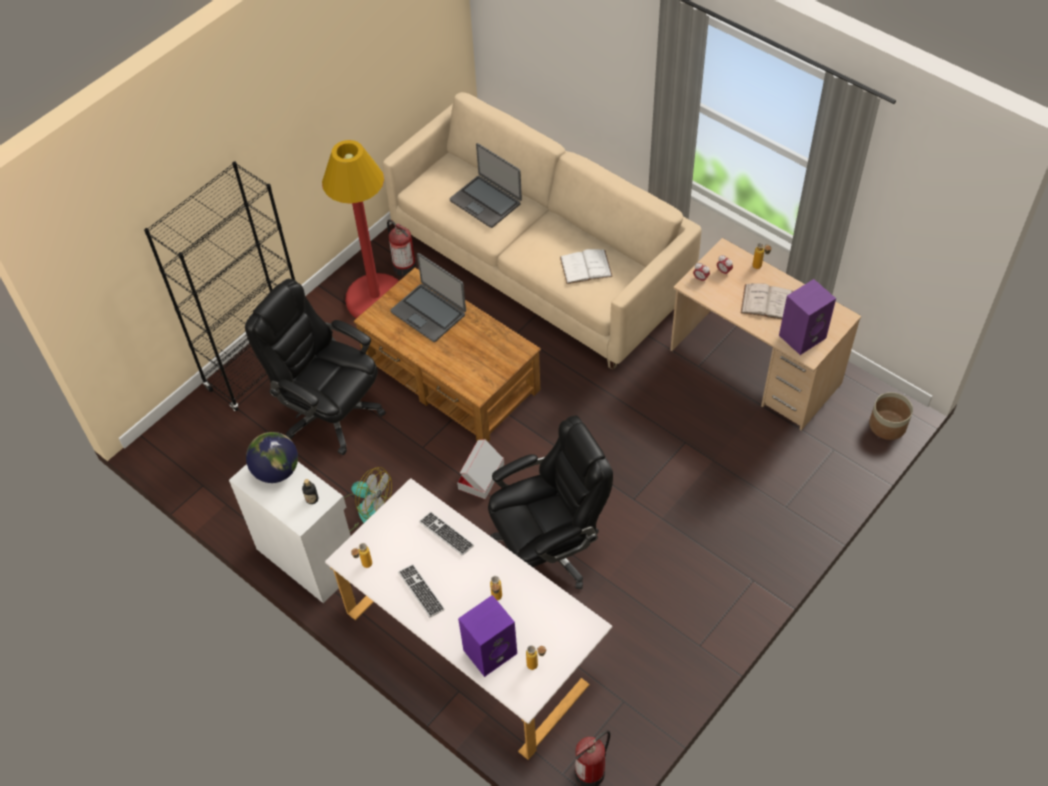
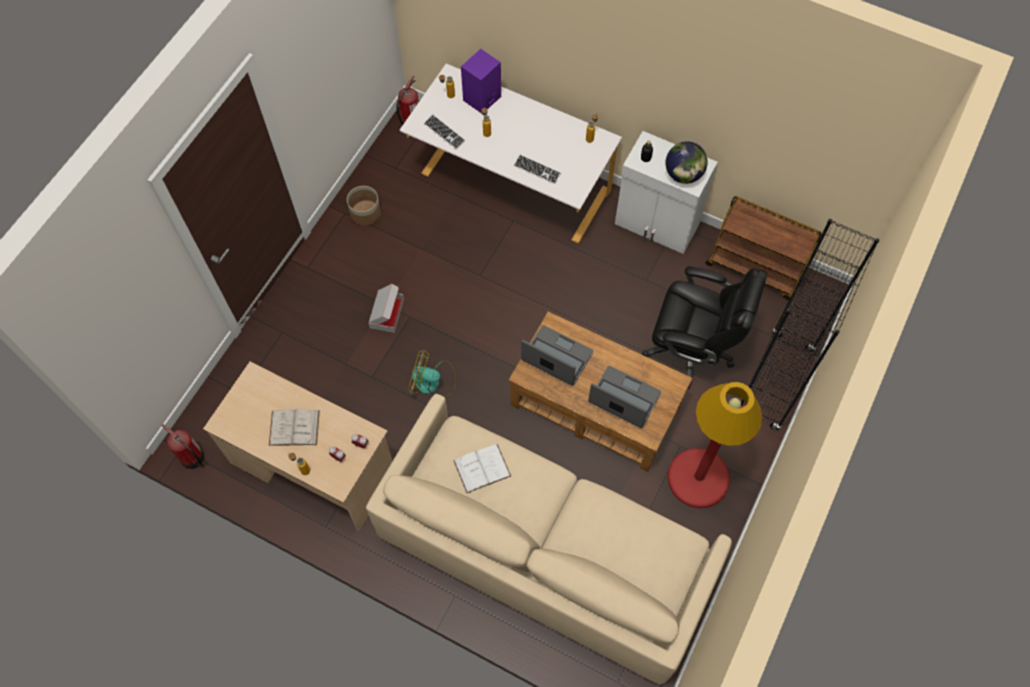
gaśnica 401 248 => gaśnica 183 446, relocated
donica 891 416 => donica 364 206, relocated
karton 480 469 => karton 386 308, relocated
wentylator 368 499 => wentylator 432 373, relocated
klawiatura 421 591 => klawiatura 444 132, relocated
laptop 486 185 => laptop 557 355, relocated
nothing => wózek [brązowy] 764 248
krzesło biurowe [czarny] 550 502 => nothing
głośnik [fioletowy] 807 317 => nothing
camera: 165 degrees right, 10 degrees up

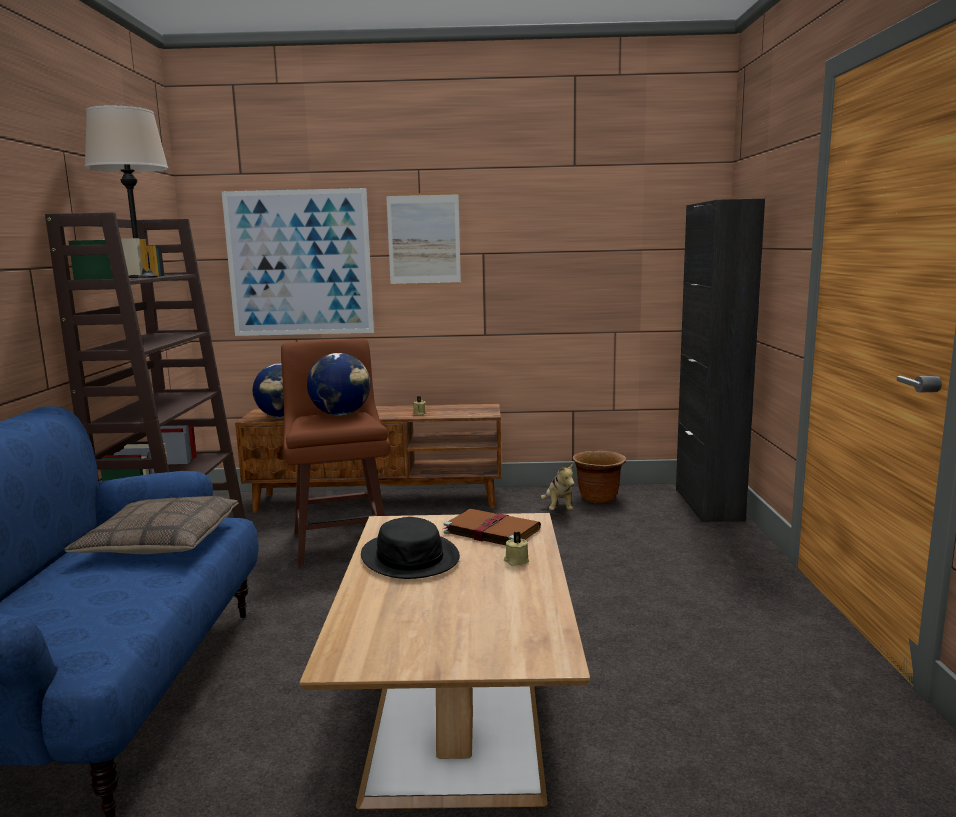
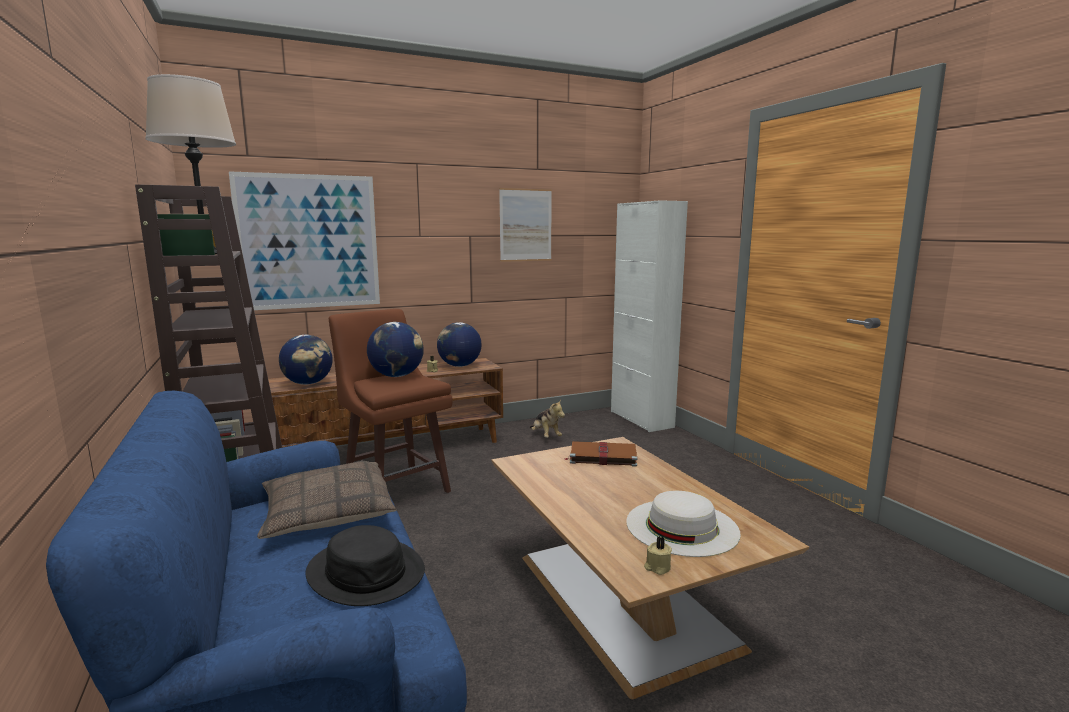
kapelusz [czarny] 410 548 => kapelusz [czarny] 365 565, relocated
nothing => globus 459 344
obraz 423 239 => obraz 525 225, relocated
szafka [czarny] 720 360 => szafka [biały] 649 316
nothing => kapelusz [biały] 683 524
świeca [beżowy] 516 548 => świeca [beżowy] 658 556, relocated
donica [brązowy] 599 477 => nothing
camera: 25 degrees left, 0 degrees up

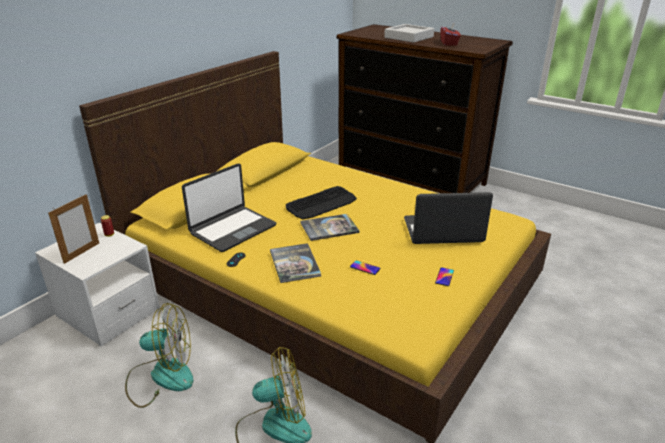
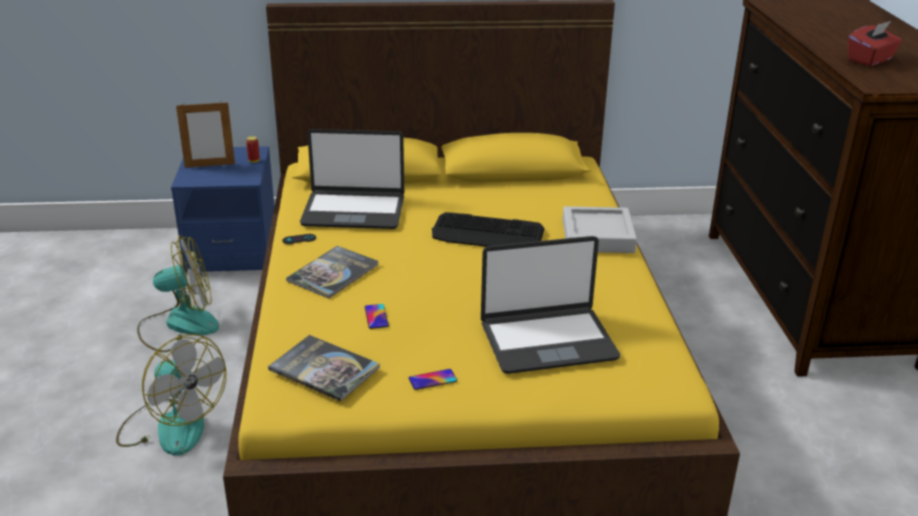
wentylator 159 355 => wentylator 178 293, 60 degrees counterclockwise
szafka nocna [biały] 97 285 => szafka nocna [niebieski] 223 209
książka 330 227 => książka 324 368, relocated
laptop 448 218 => laptop 550 305, 120 degrees clockwise
taca [szary] 409 33 => taca [szary] 600 229, relocated
camera: 50 degrees right, 0 degrees up

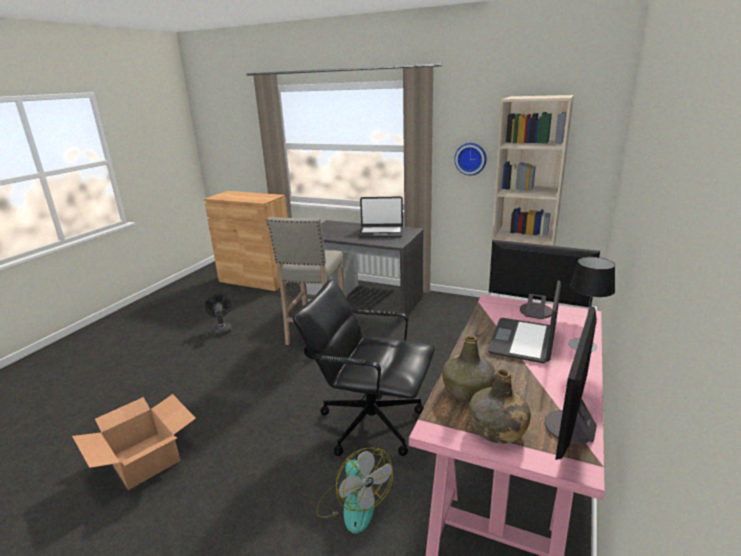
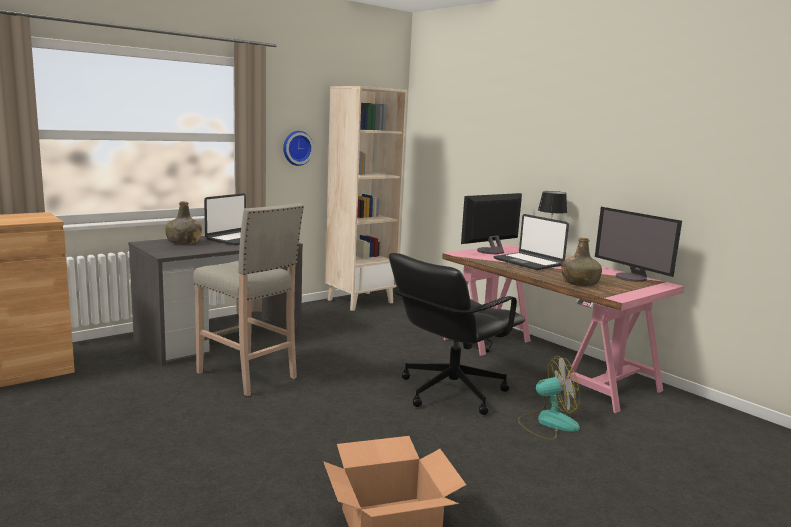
butelka [zielony] 500 406 => butelka [zielony] 183 223, relocated
wentylator [czarny] 218 315 => nothing
camera: 65 degrees left, 10 degrees down

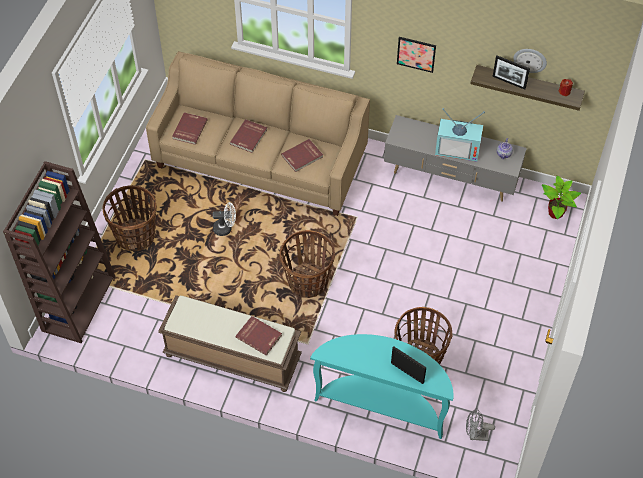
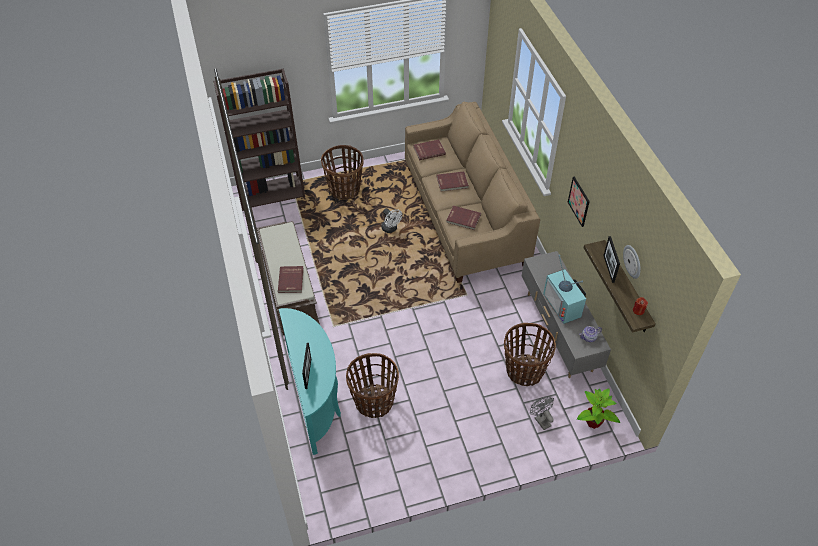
koszyk 307 264 => koszyk 530 354, relocated
wentylator [szary] 480 424 => wentylator [szary] 542 413, relocated
camera: 55 degrees right, 5 degrees down

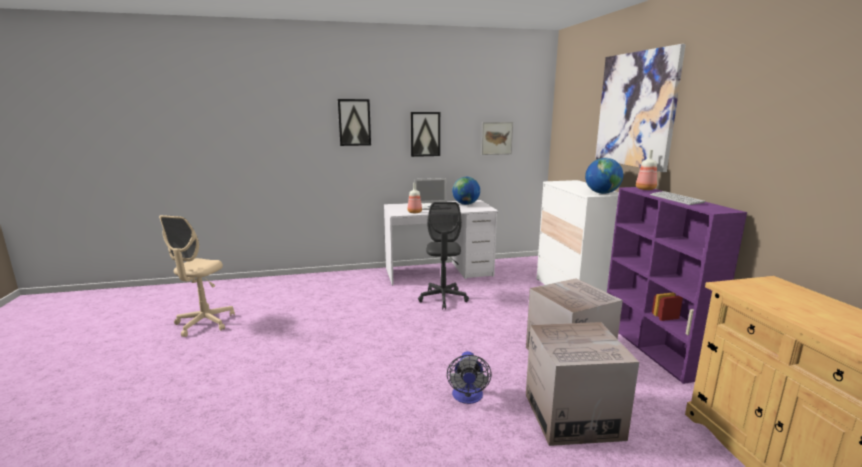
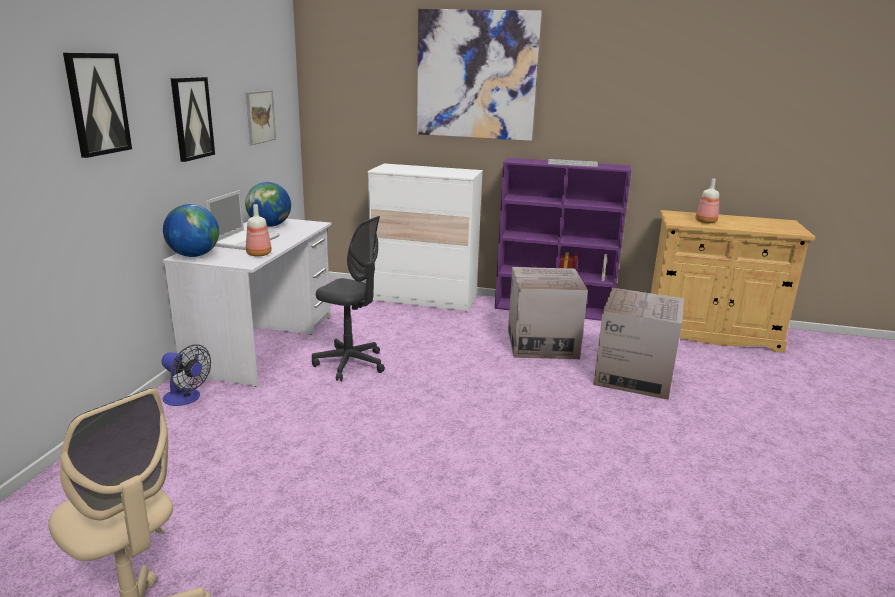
wentylator 469 377 => wentylator 186 375, relocated
globus 604 176 => globus 191 230, relocated
butelka 646 170 => butelka 707 200, relocated
camera: 65 degrees left, 5 degrees up

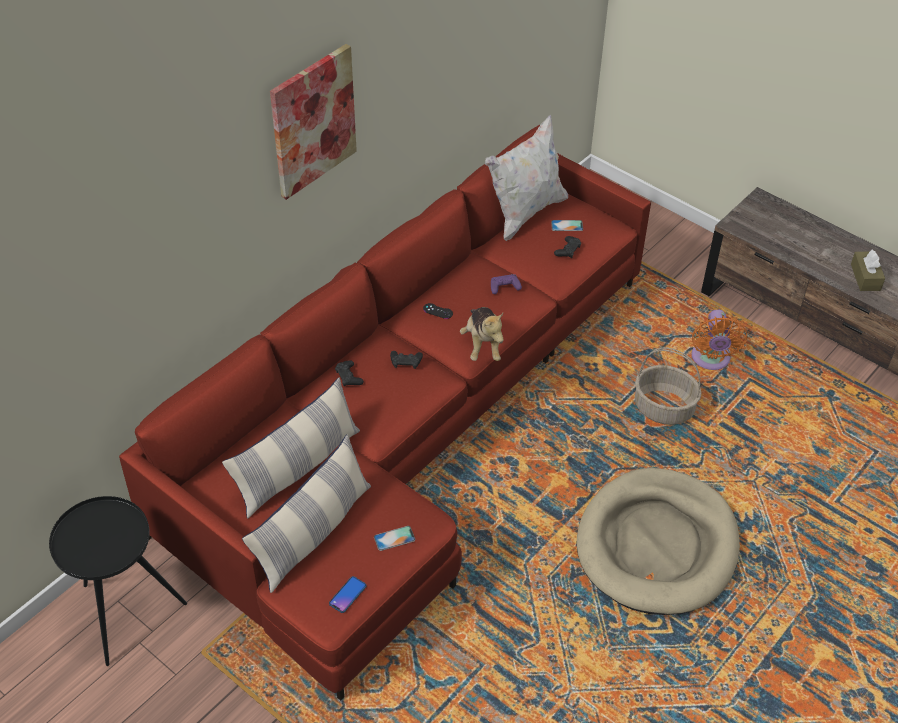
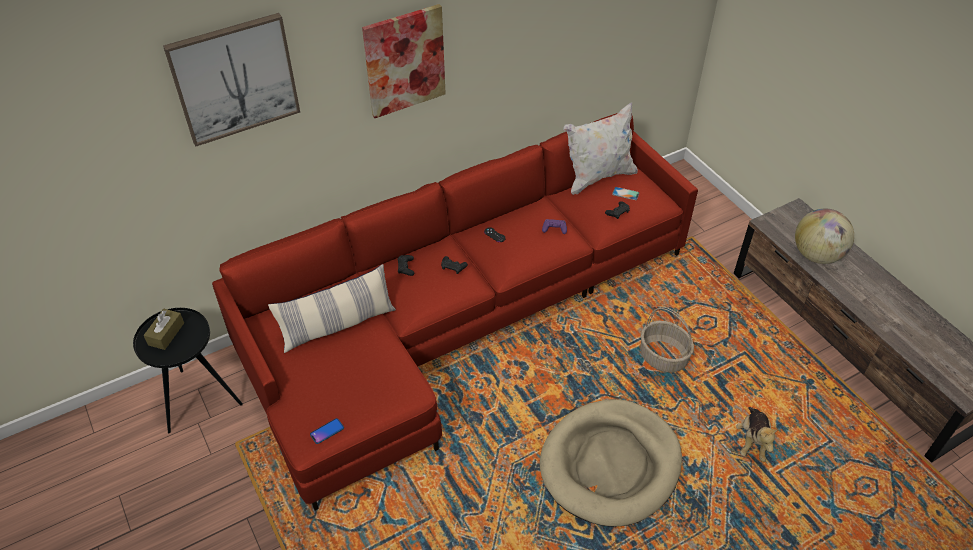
pudełko chusteczek [brązowy] 868 270 => pudełko chusteczek [brązowy] 164 329, relocated
nothing => obraz 231 79
pluszak 482 334 => pluszak 757 434, relocated
nothing => globus 824 236
poduszka 306 513 => nothing
telefon 394 538 => nothing
wentylator [pomarańczowy] 719 339 => nothing
camera: 20 degrees right, 0 degrees up

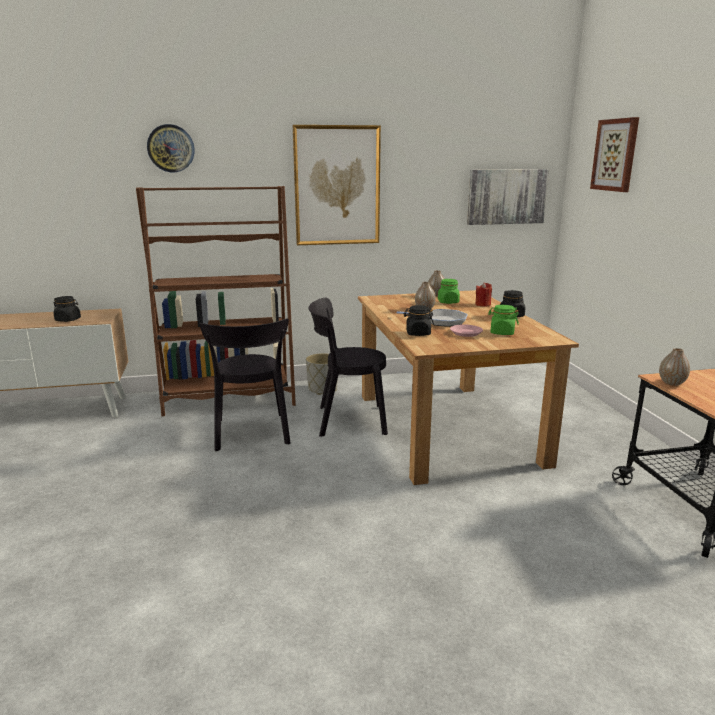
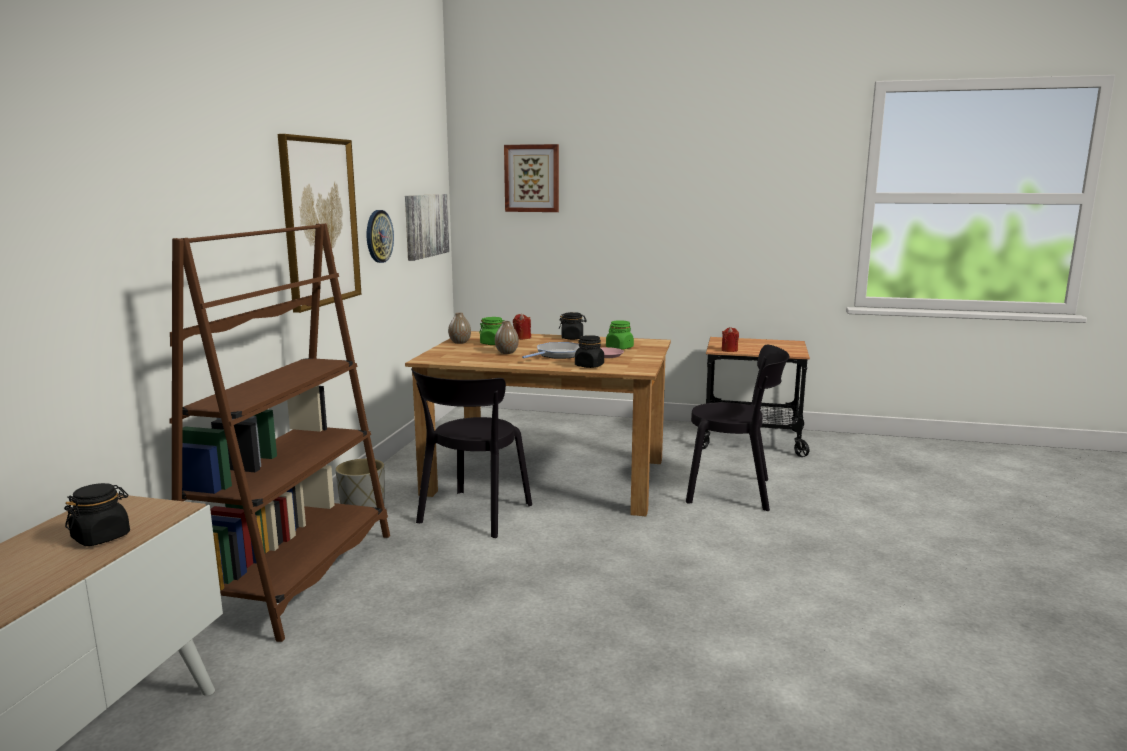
zegar ścienny 171 148 => zegar ścienny 380 236, relocated
krzesło [czarny] 245 384 => krzesło [czarny] 738 428, relocated
wazon 674 367 => świeca [czerwony] 730 339
camera: 65 degrees left, 5 degrees down

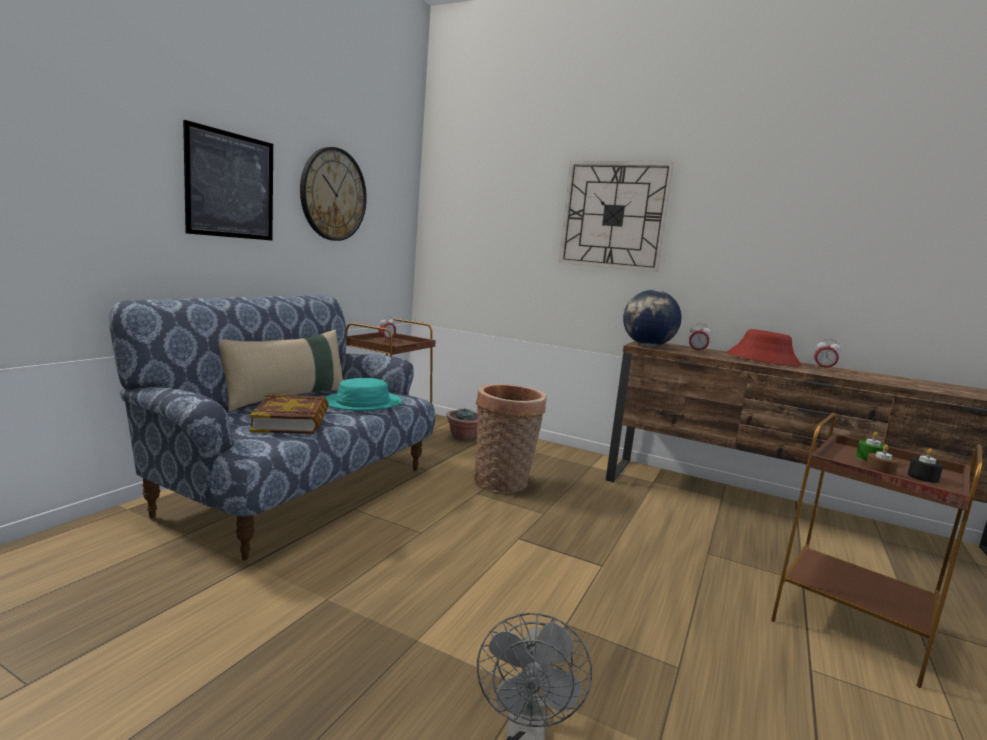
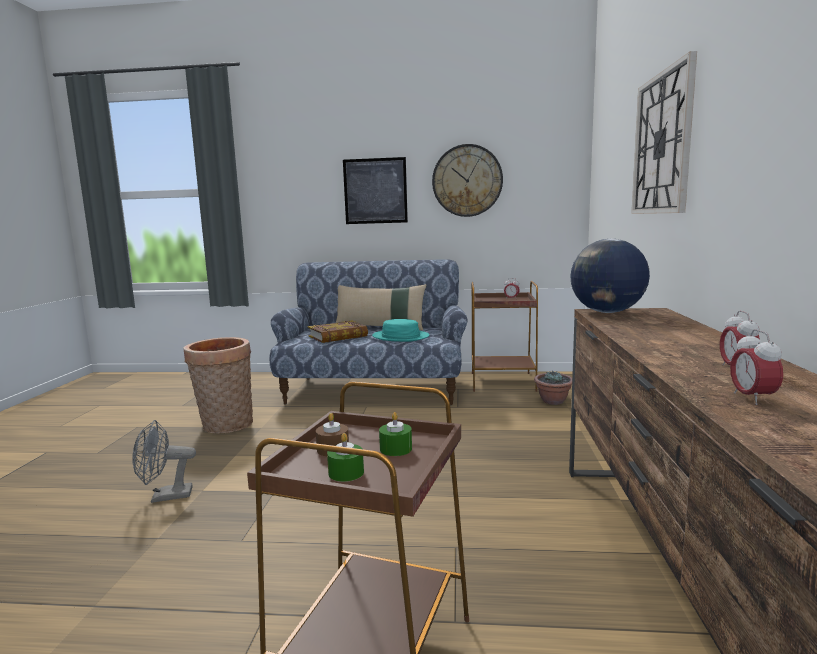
koszyk 511 438 => koszyk 218 385, relocated
świeca [czarny] 925 465 => świeca [zielony] 345 457
budzik 700 338 => budzik 756 367, relocated
kapelusz [czerwony] 764 347 => nothing
camera: 70 degrees right, 0 degrees up

